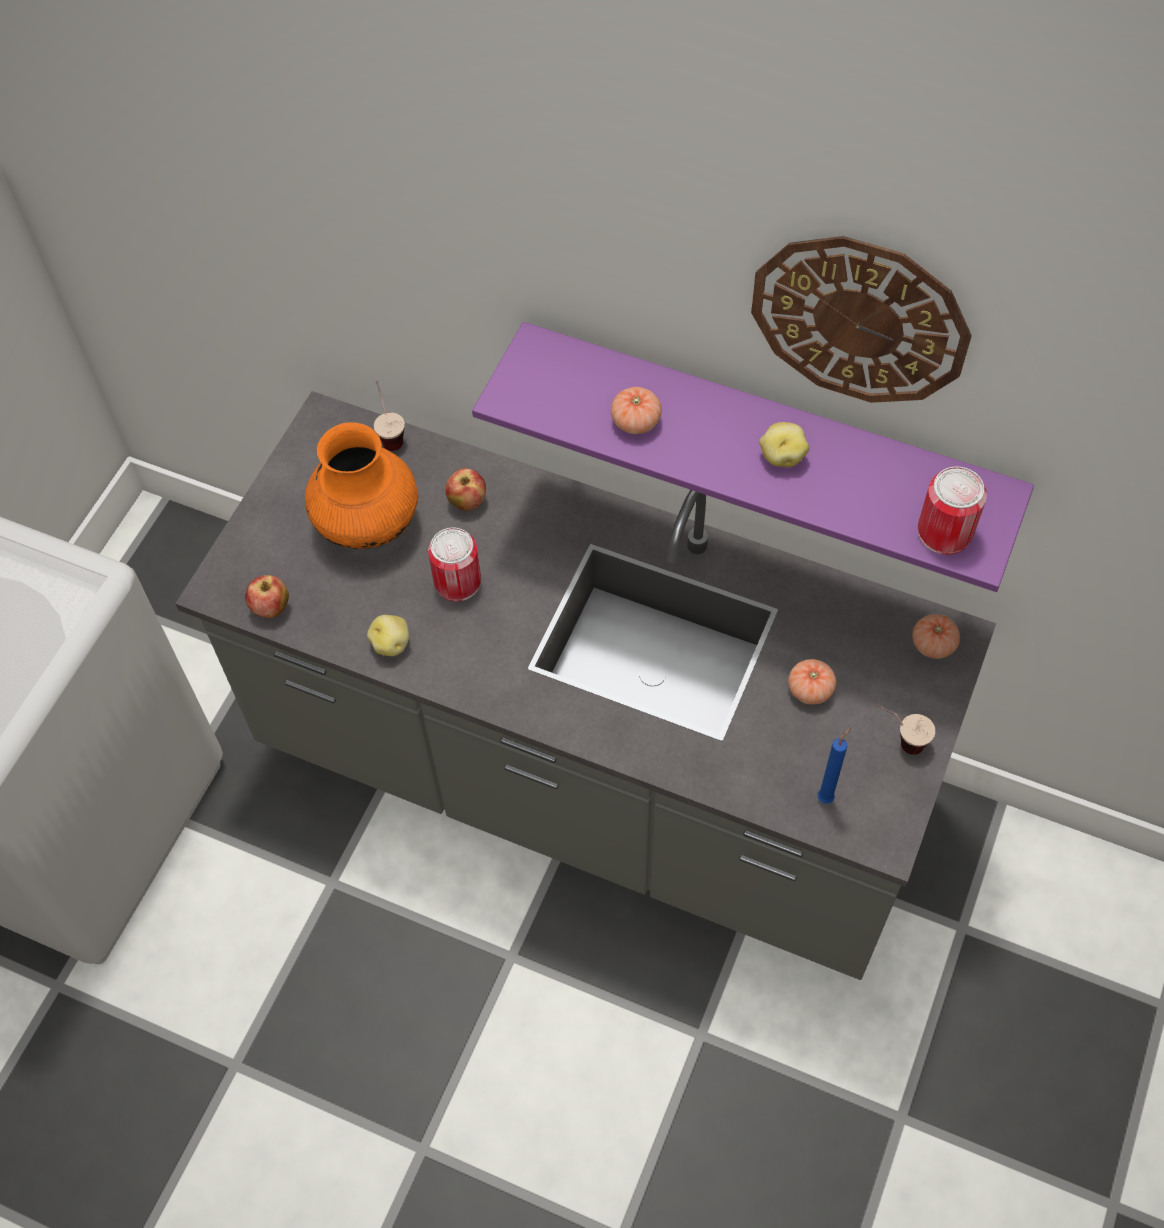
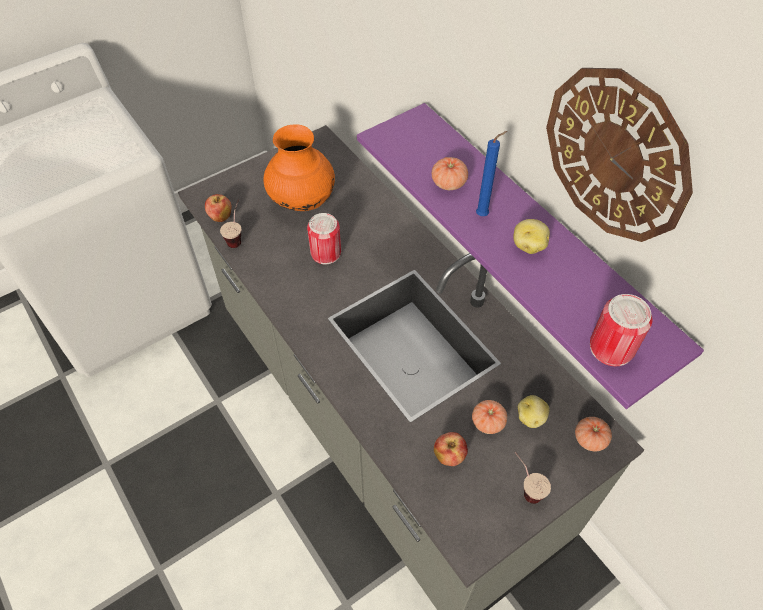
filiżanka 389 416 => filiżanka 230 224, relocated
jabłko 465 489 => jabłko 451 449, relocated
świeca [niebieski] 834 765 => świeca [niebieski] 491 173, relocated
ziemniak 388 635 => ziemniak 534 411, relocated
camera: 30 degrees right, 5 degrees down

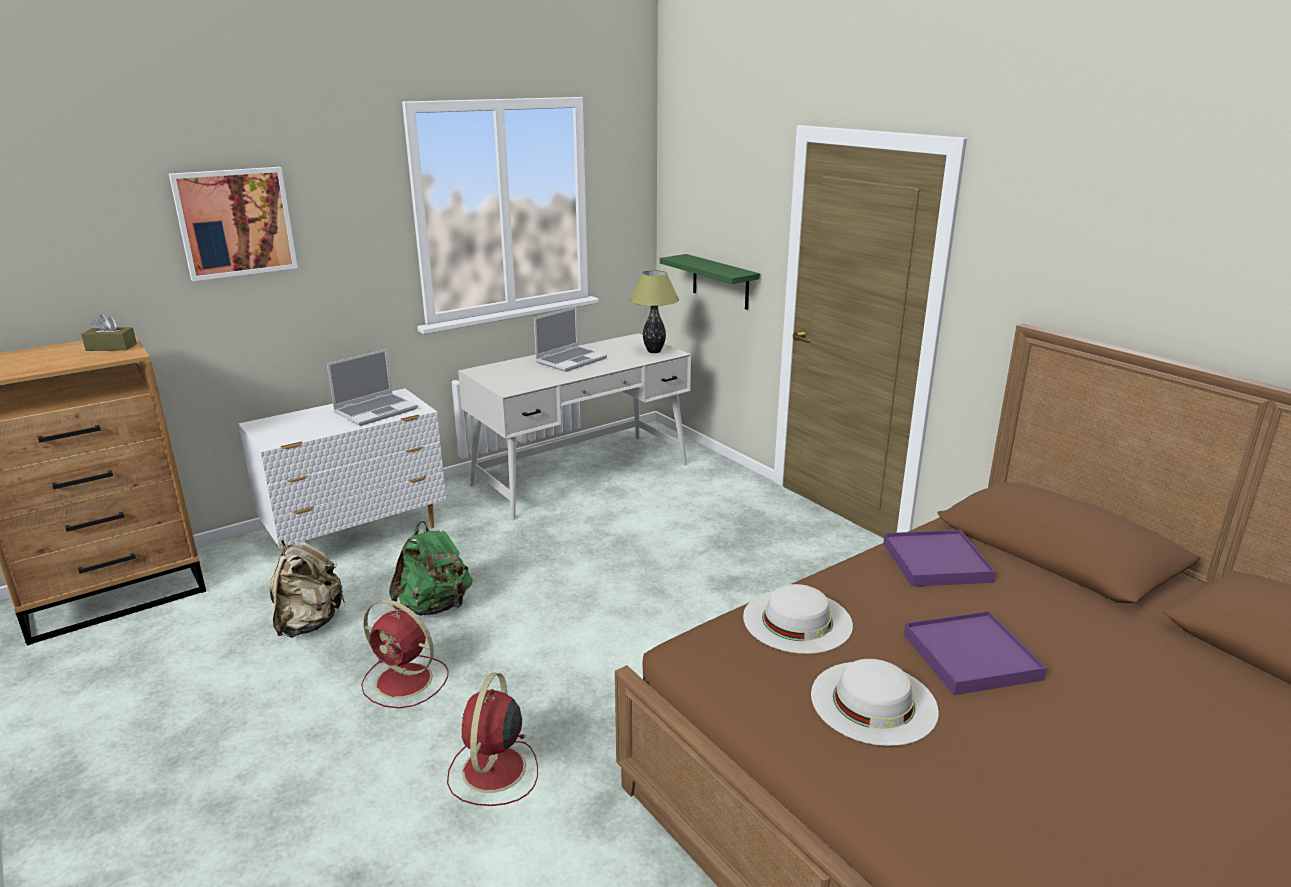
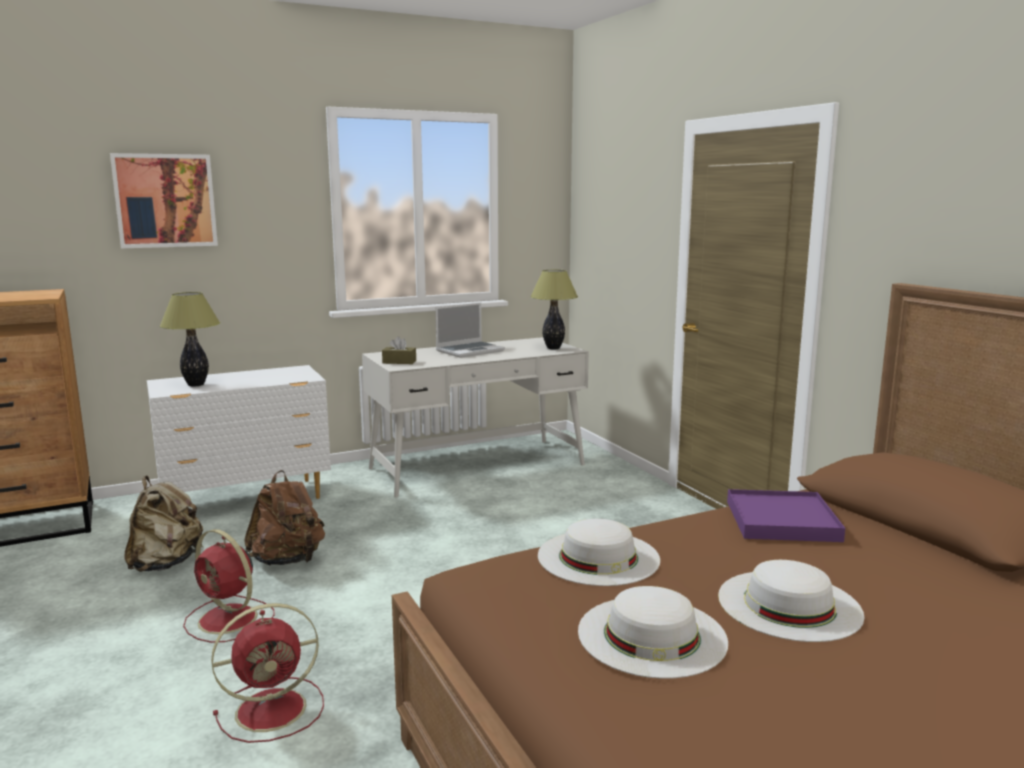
nothing => lampa stołowa 190 339
wentylator [czerwony] 492 739 => wentylator [czerwony] 267 673, 135 degrees counterclockwise
plecak [zielony] 430 568 => plecak [brązowy] 284 517
pudełko chusteczek [brązowy] 109 332 => pudełko chusteczek [brązowy] 399 350, relocated
taca [fioletowy] 975 653 => kapelusz [biały] 791 601
laptop 372 387 => nothing
półka [zielony] 710 282 => nothing
camera: 10 degrees right, 10 degrees down

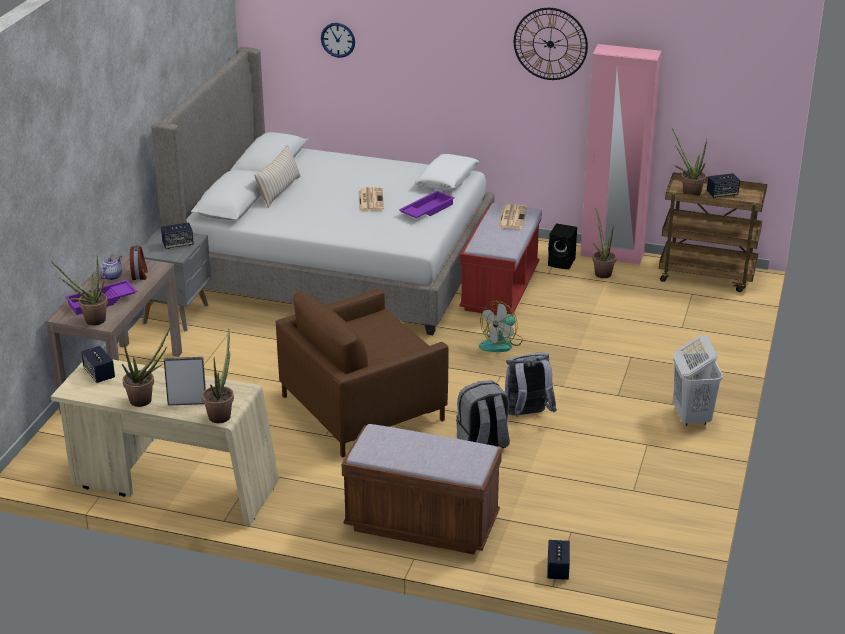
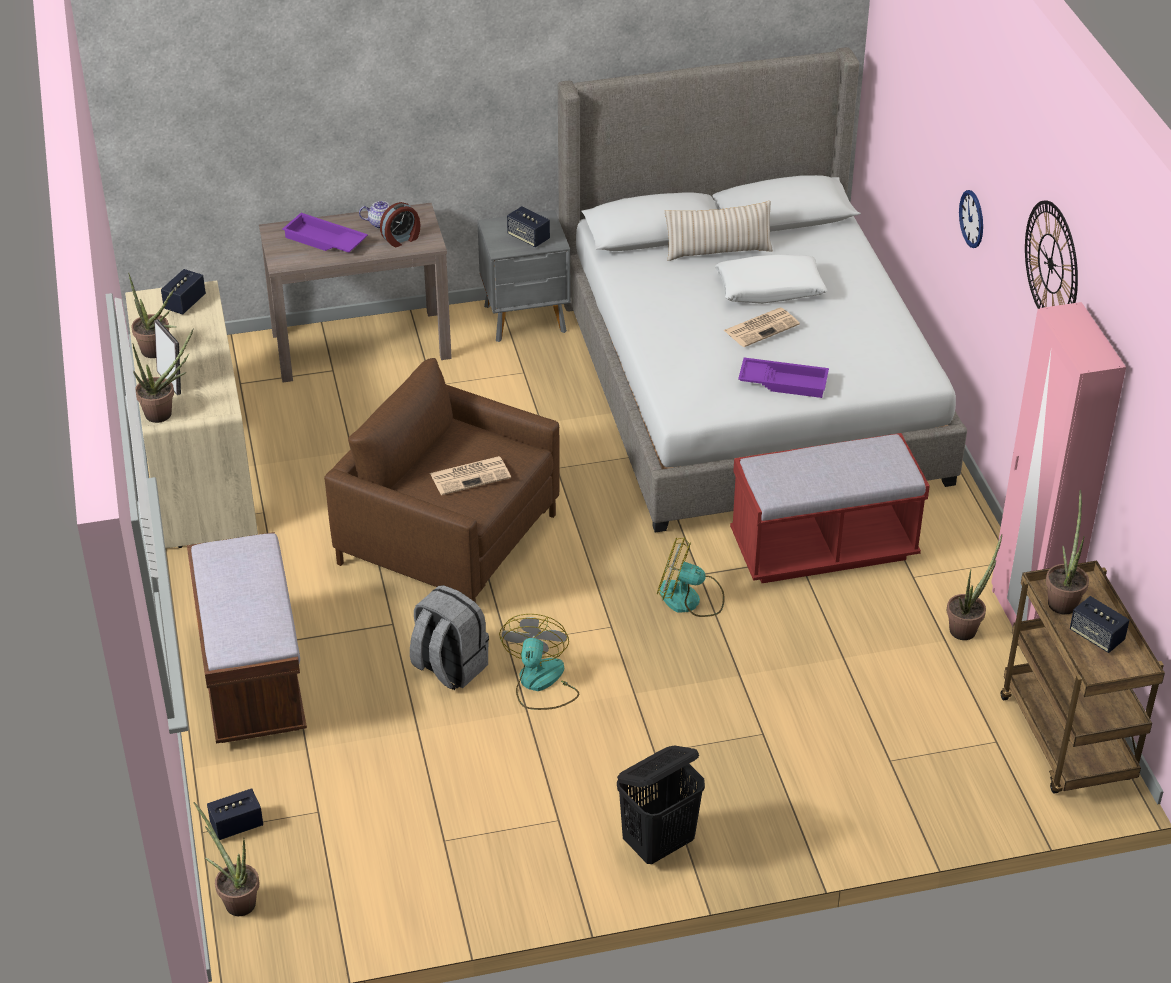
roślina doniczkowa 79 290 => roślina doniczkowa 226 859, relocated
gazeta 512 216 => gazeta 470 475, relocated
plecak [szary] 531 385 => wentylator 539 662
kosz na pranie [biały] 698 380 => kosz na pranie [czarny] 661 805
poduszka [biały] 446 172 => poduszka [biały] 771 279, relocated
zegar ścienny 338 40 => zegar ścienny 971 219, relocated
głośnik [czarny] 562 246 => nothing
camera: 60 degrees right, 10 degrees up

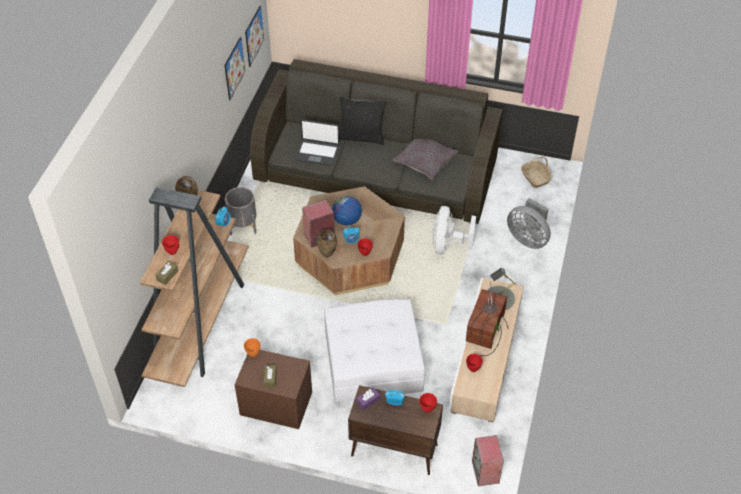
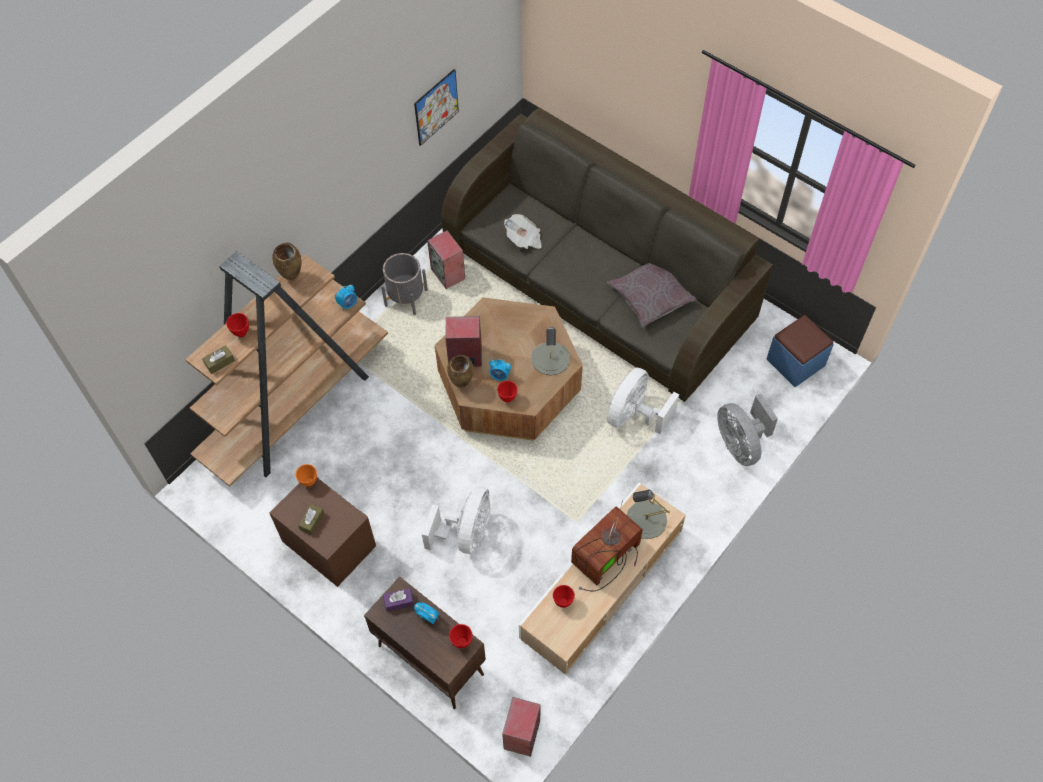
pufa [biały] 374 350 => wentylator [biały] 456 520
nothing => głośnik 446 259
laptop 317 142 => gazeta 522 231
nothing => lampa stołowa [szary] 550 351
koszyk 536 172 => pufa [niebieski] 800 351
obraz 254 36 => nothing
globus 347 210 => nothing
poduszka [czarny] 363 120 => nothing
camera: 25 degrees right, 10 degrees up

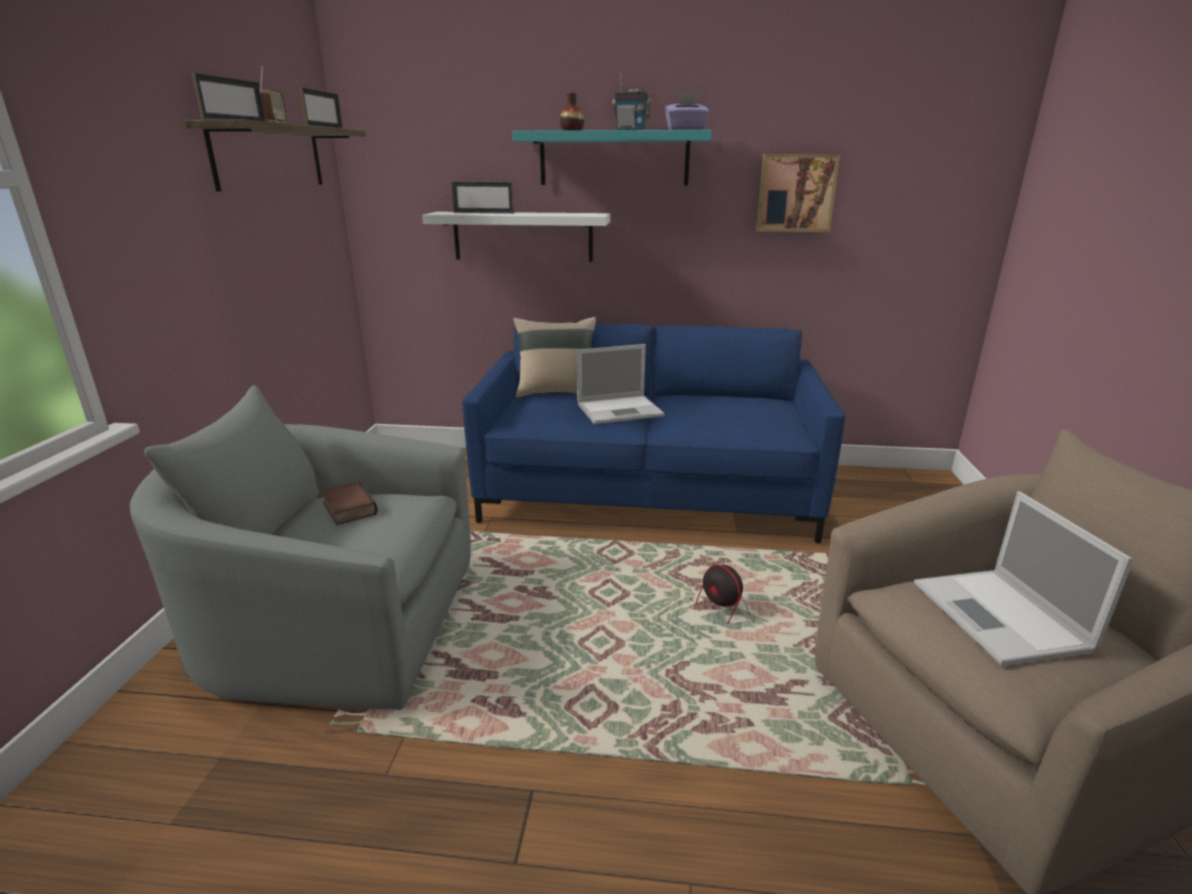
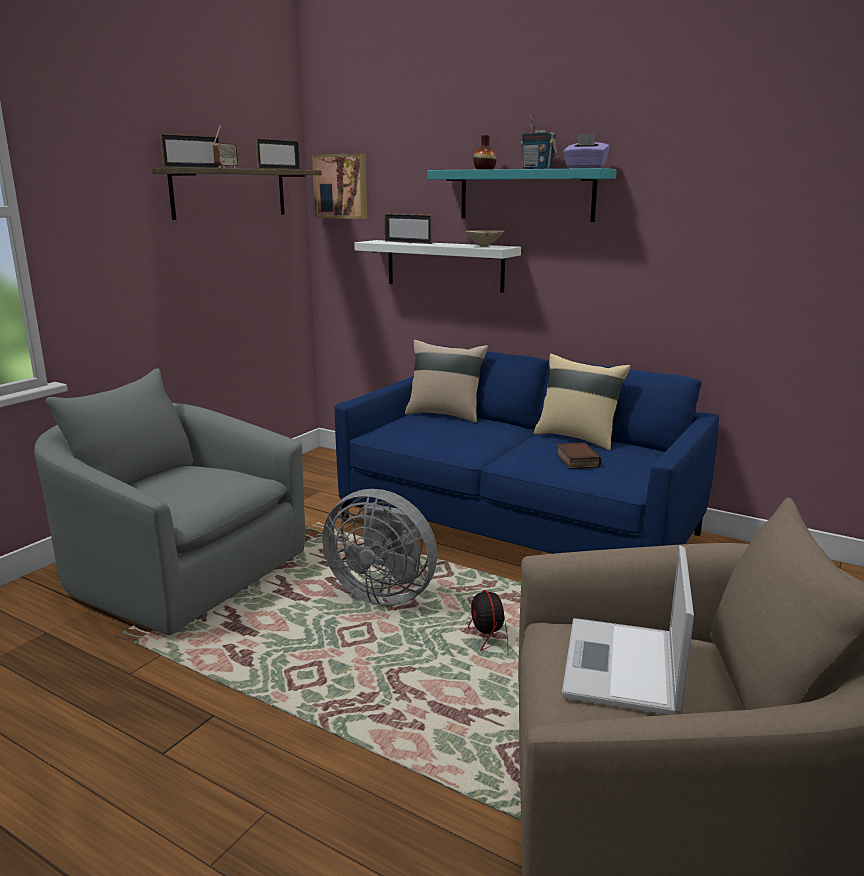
obraz 798 193 => obraz 339 186, relocated
nothing => wentylator [szary] 379 547
nothing => miska [beżowy] 484 239
nothing => poduszka [beżowy] 582 402
książka 349 503 => książka 579 455, relocated
laptop 621 384 => nothing
camera: 25 degrees right, 5 degrees down

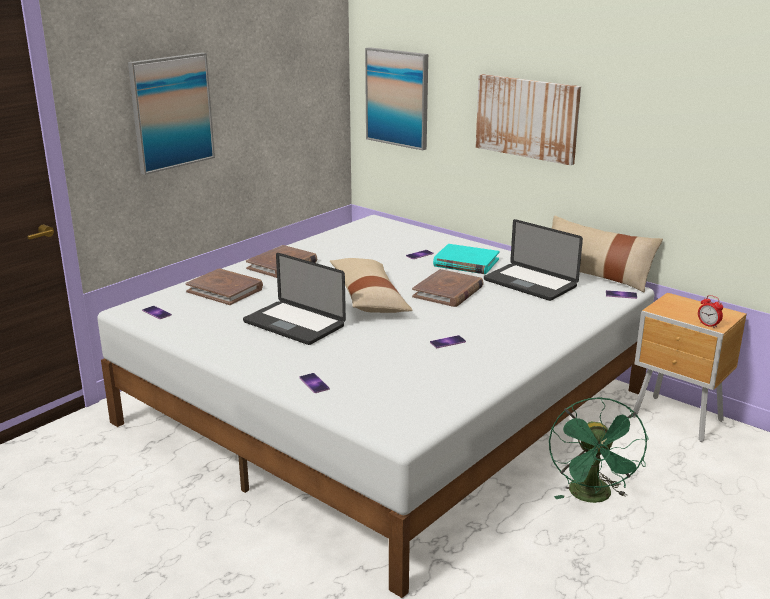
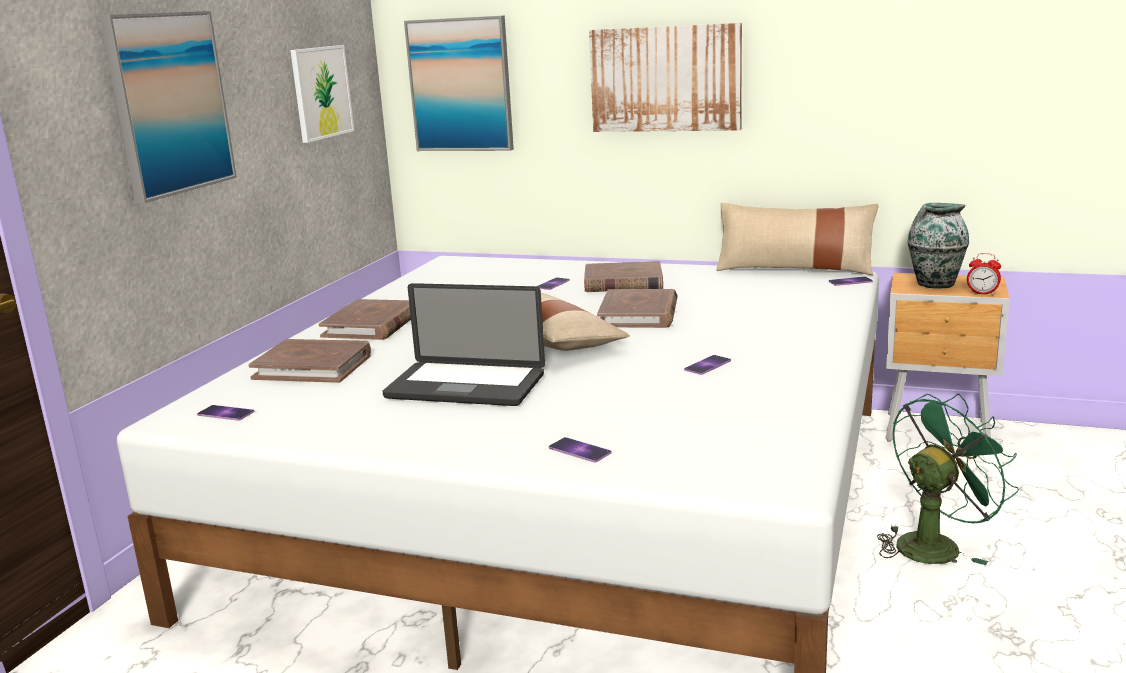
nothing => obraz 322 94
książka [turkusowy] 466 259 => książka [brązowy] 623 276
wentylator [zielony] 599 450 => wentylator [zielony] 948 479, 105 degrees counterclockwise
nothing => wazon 938 245
laptop 533 260 => nothing
camera: 20 degrees left, 5 degrees down

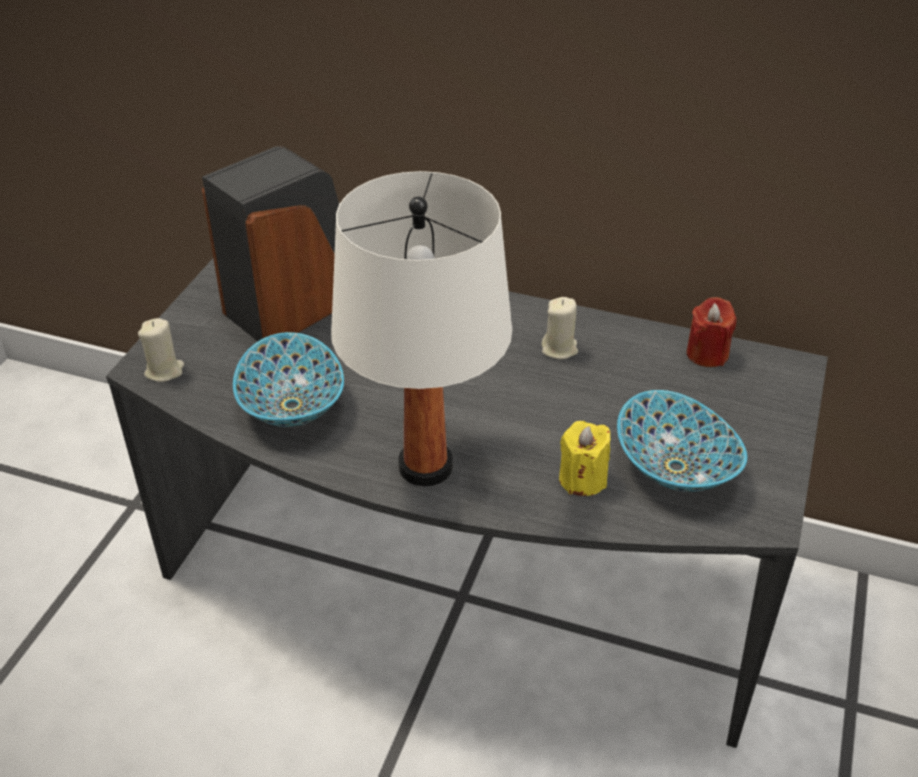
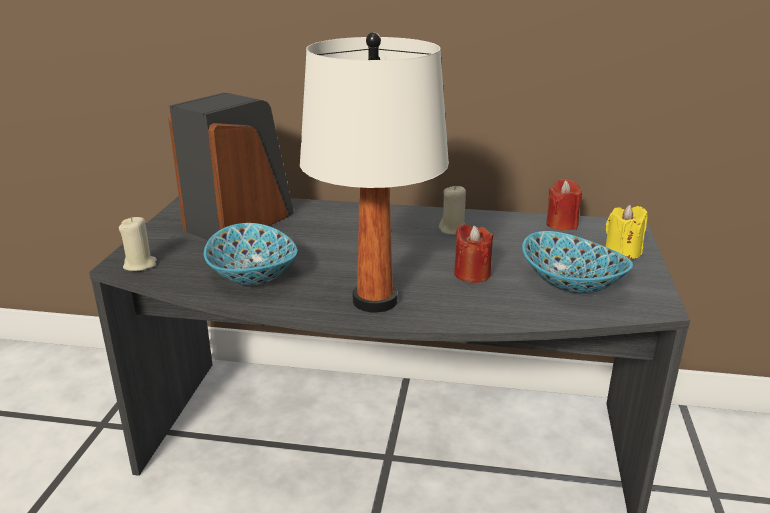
nothing => świeca [czerwony] 473 253
świeca [żółty] 585 458 => świeca [żółty] 626 232, relocated
camera: 10 degrees left, 15 degrees down

